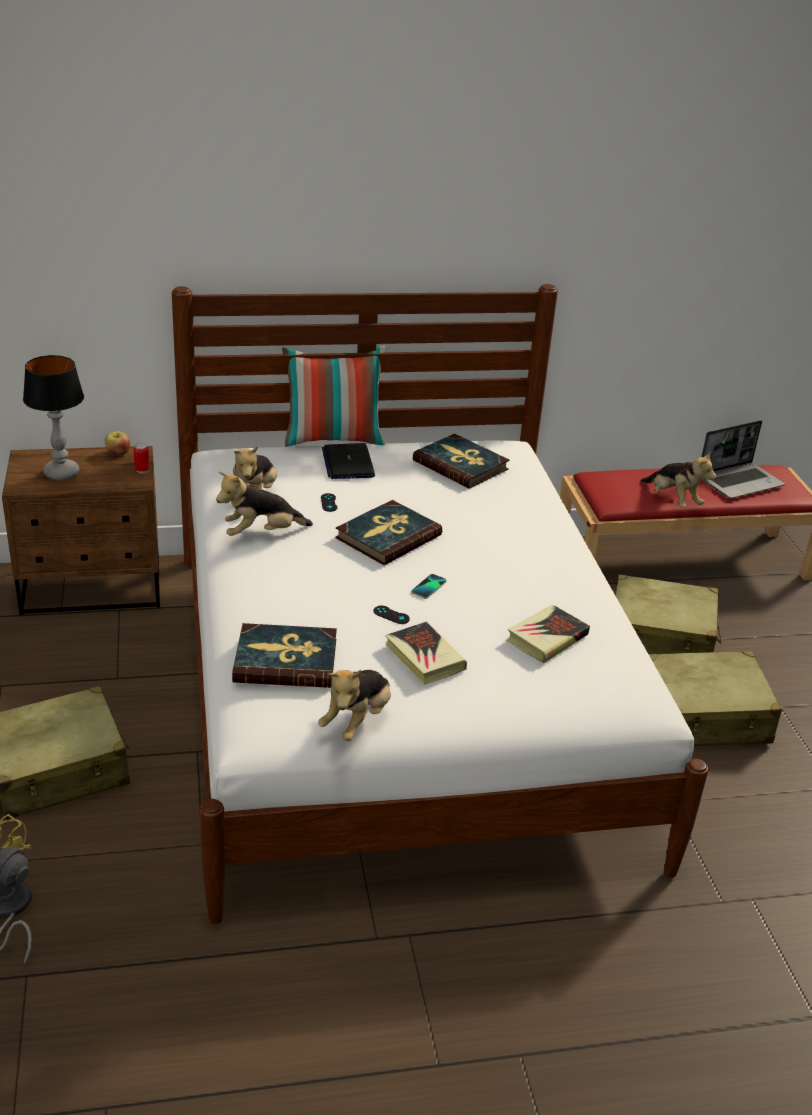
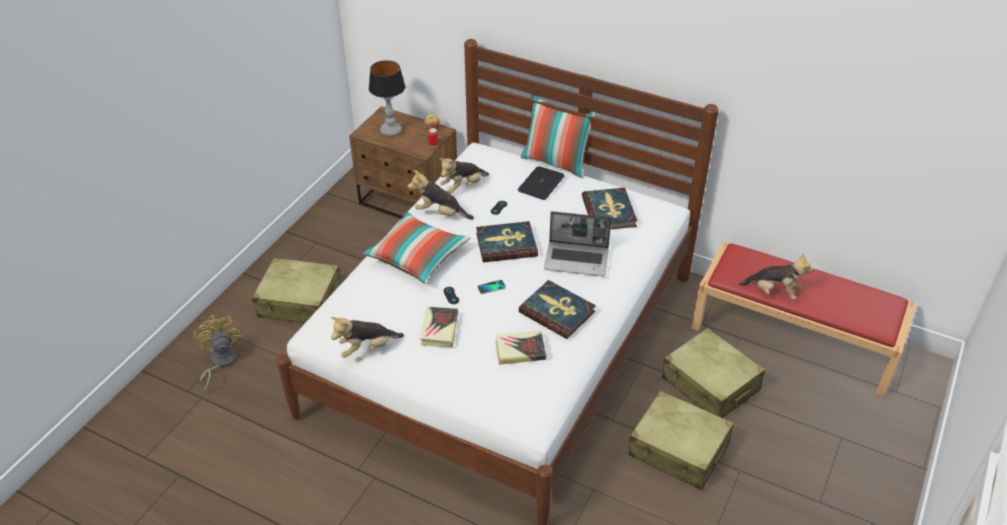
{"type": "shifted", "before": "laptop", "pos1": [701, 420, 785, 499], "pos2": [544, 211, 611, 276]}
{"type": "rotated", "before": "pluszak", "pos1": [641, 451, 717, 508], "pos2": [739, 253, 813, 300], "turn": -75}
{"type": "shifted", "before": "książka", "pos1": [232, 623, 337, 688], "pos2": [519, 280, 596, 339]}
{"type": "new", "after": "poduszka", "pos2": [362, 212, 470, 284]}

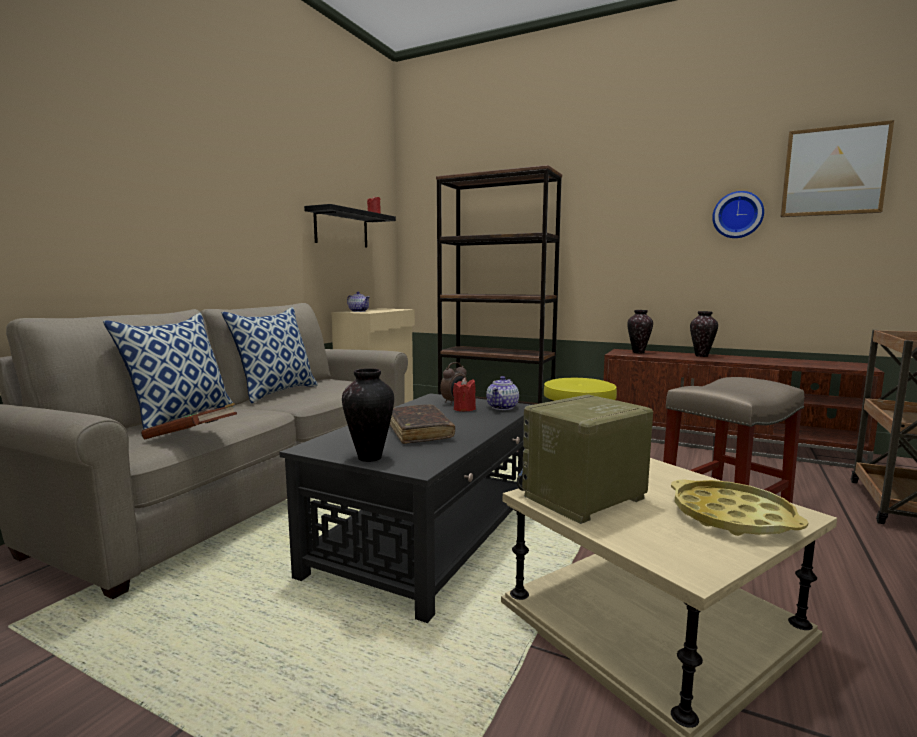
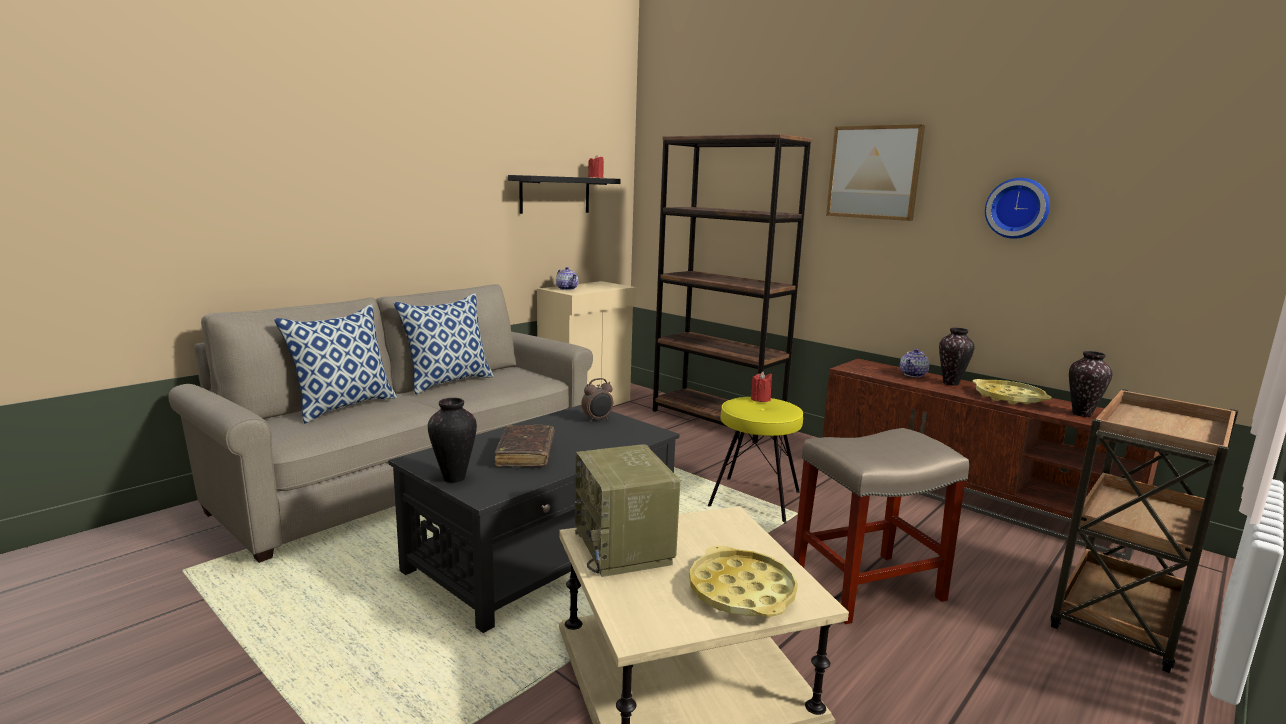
{"type": "shifted", "before": "obraz", "pos1": [781, 120, 894, 217], "pos2": [826, 124, 925, 221]}
{"type": "shifted", "before": "wazon", "pos1": [627, 310, 653, 353], "pos2": [1069, 351, 1113, 417]}
{"type": "shifted", "before": "imbryk", "pos1": [486, 376, 519, 410], "pos2": [900, 349, 929, 377]}
{"type": "shifted", "before": "świeca [czerwony]", "pos1": [453, 378, 476, 412], "pos2": [751, 371, 772, 402]}
{"type": "rotated", "before": "radio", "pos1": [517, 395, 653, 524], "pos2": [575, 444, 680, 577], "turn": -90}
{"type": "gone", "before": "książka [brązowy]", "pos1": [141, 403, 237, 439]}
{"type": "new", "after": "taca [żółty]", "pos2": [972, 379, 1052, 405]}

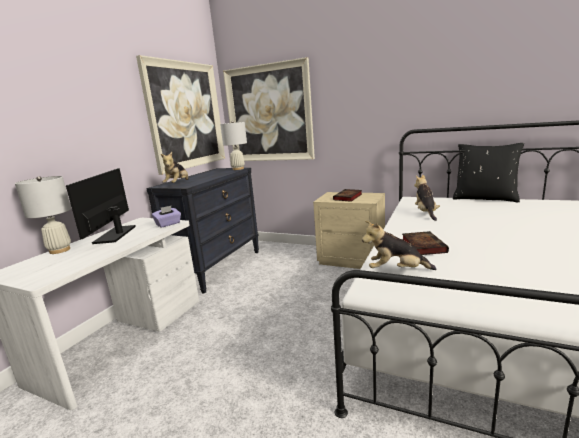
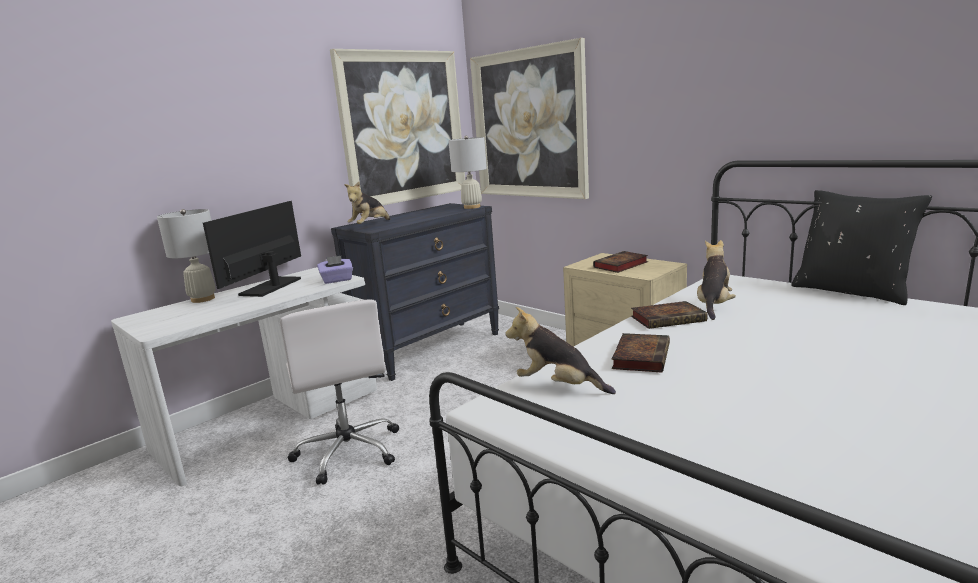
{"type": "new", "after": "krzesło biurowe [biały]", "pos2": [280, 299, 399, 485]}
{"type": "new", "after": "książka", "pos2": [631, 301, 708, 329]}

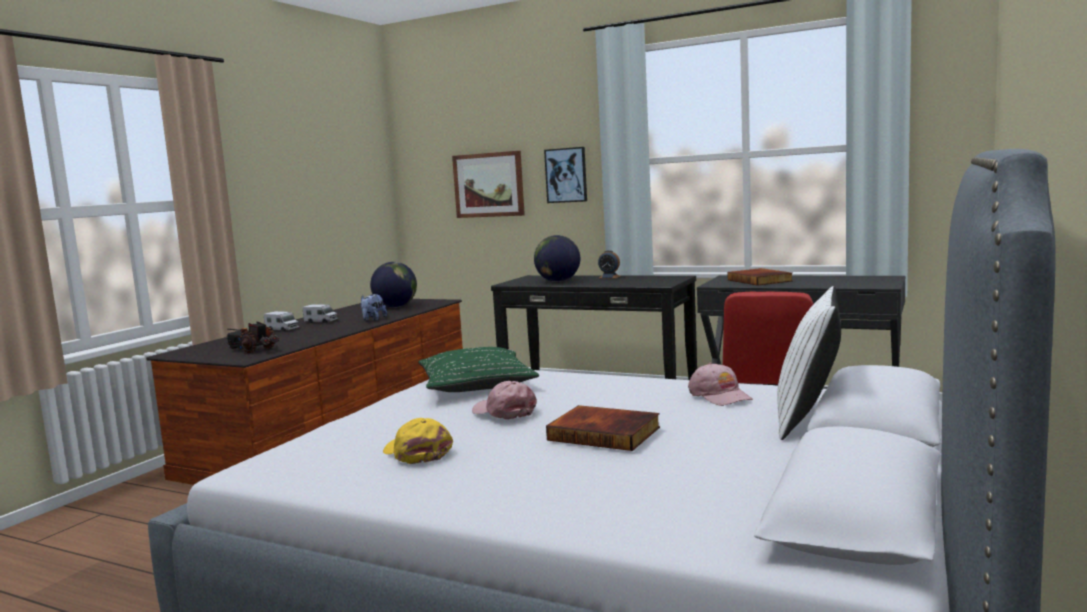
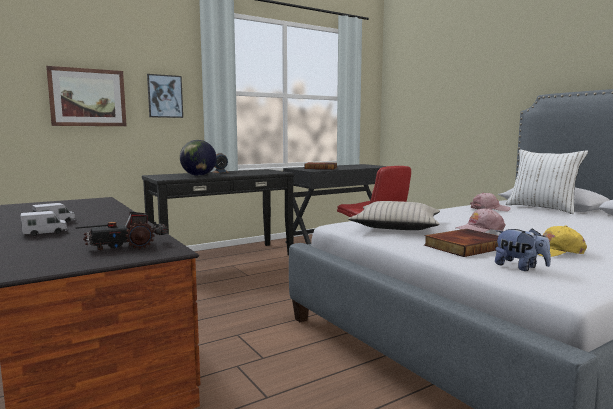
{"type": "gone", "before": "globus", "pos1": [370, 262, 417, 308]}
{"type": "shifted", "before": "pluszak", "pos1": [361, 294, 387, 321], "pos2": [495, 228, 551, 271]}
{"type": "repainted", "before": "poduszka [zielony]", "after": "poduszka [beżowy]", "pos1": [418, 347, 539, 392], "pos2": [348, 201, 440, 230]}
{"type": "shifted", "before": "książka", "pos1": [546, 405, 660, 451], "pos2": [424, 229, 499, 257]}

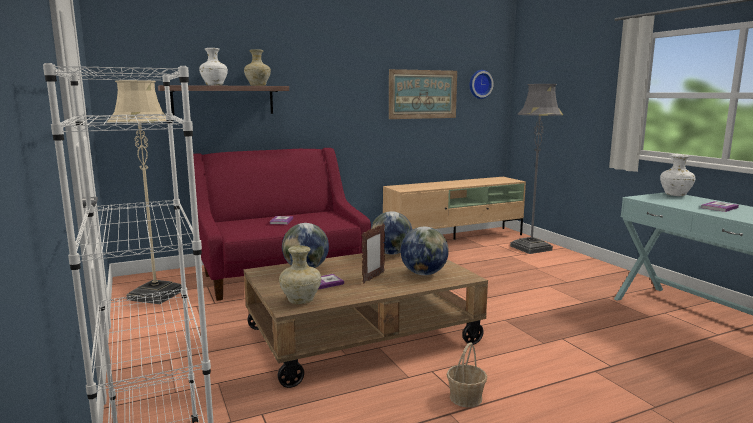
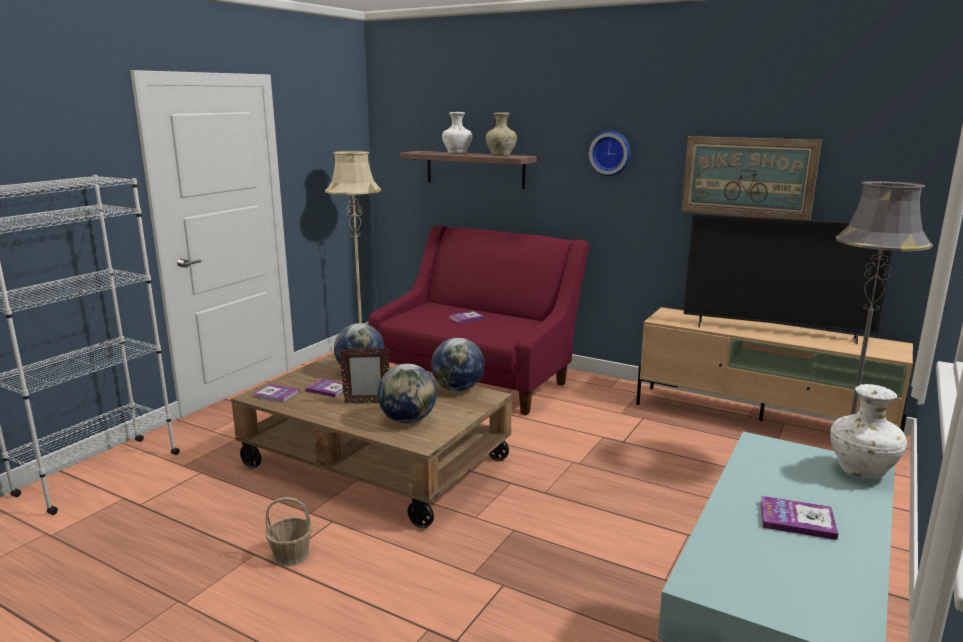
{"type": "shifted", "before": "zegar ścienny", "pos1": [470, 70, 494, 99], "pos2": [588, 131, 630, 176]}
{"type": "swapped", "before": "wazon [beżowy]", "after": "książka", "pos1": [279, 246, 321, 304], "pos2": [253, 384, 300, 403]}
{"type": "new", "after": "telewizor", "pos2": [684, 214, 892, 344]}

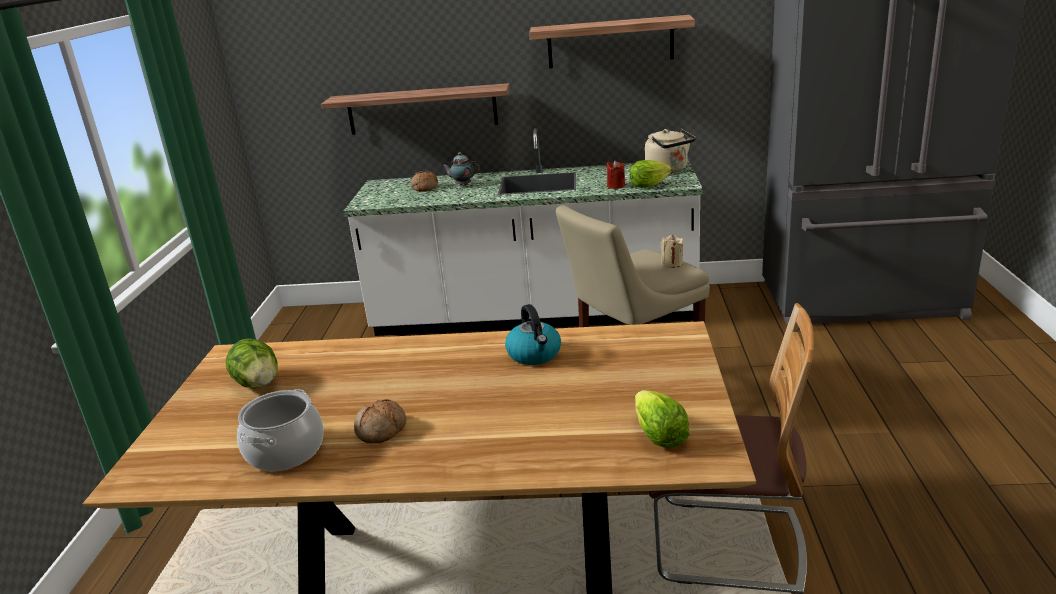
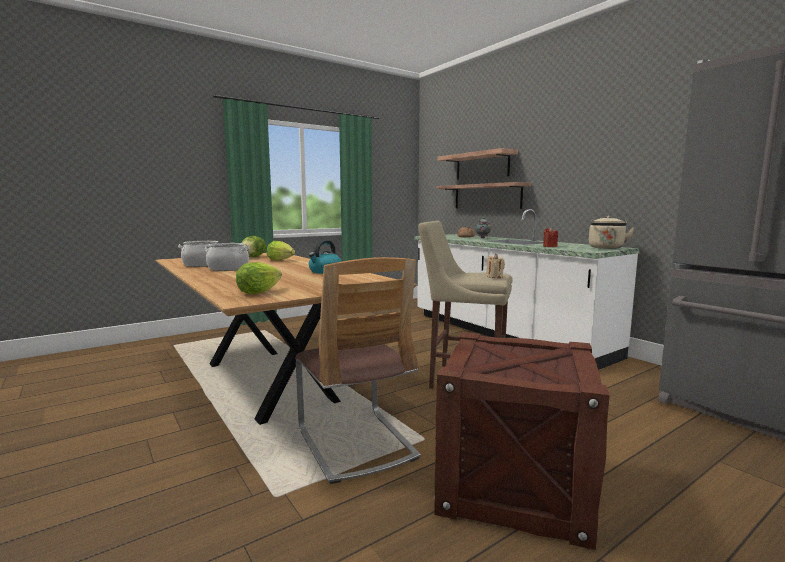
{"type": "shifted", "before": "półka", "pos1": [529, 15, 695, 69], "pos2": [438, 148, 518, 180]}
{"type": "shifted", "before": "sałata", "pos1": [630, 160, 672, 188], "pos2": [267, 241, 295, 260]}
{"type": "swapped", "before": "chleb", "after": "garnek", "pos1": [354, 399, 407, 444], "pos2": [205, 243, 250, 271]}
{"type": "new", "after": "skrzynka", "pos2": [434, 332, 610, 550]}

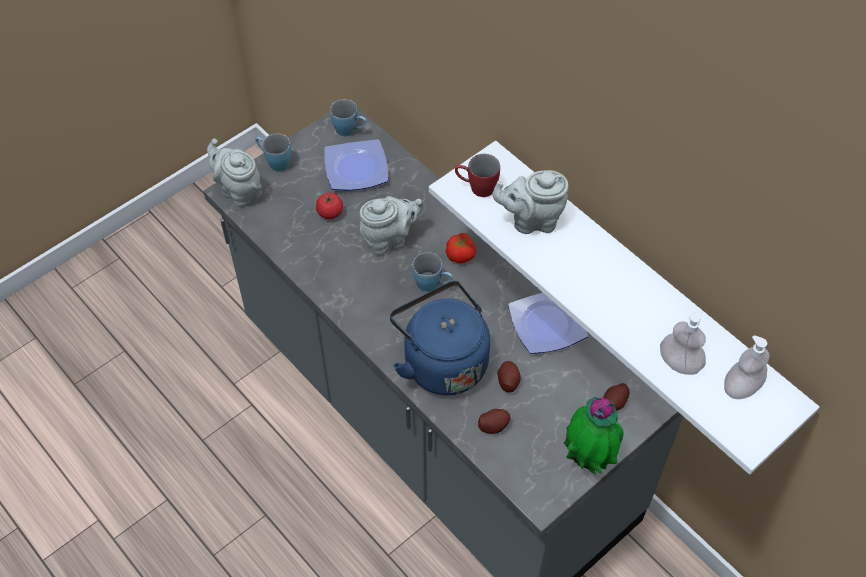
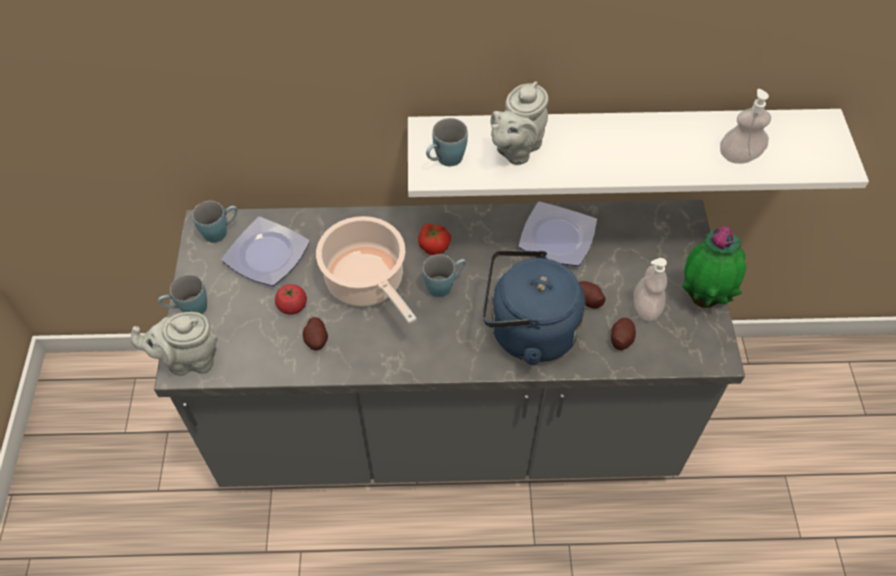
{"type": "repainted", "before": "kubek [czerwony]", "after": "kubek [niebieski]", "pos1": [455, 154, 500, 197], "pos2": [426, 118, 468, 166]}
{"type": "swapped", "before": "imbryk [szary]", "after": "garnek", "pos1": [359, 196, 424, 255], "pos2": [316, 216, 417, 324]}
{"type": "shifted", "before": "dozownik mydła", "pos1": [724, 335, 770, 399], "pos2": [634, 258, 667, 321]}
{"type": "shifted", "before": "ziemniak", "pos1": [603, 383, 630, 411], "pos2": [303, 317, 328, 350]}

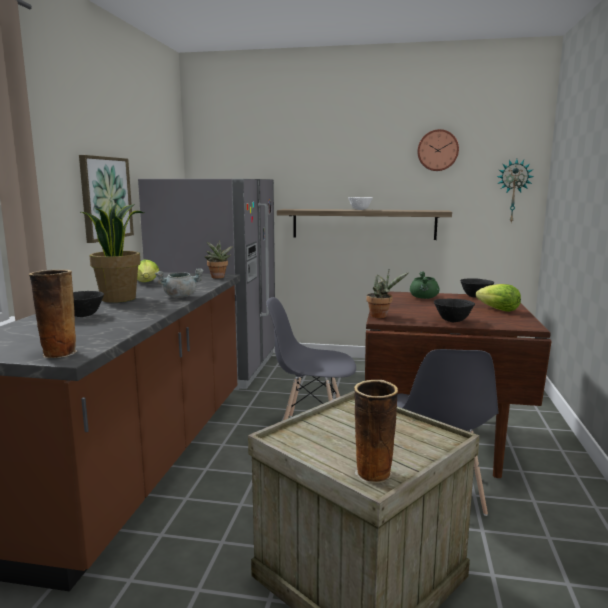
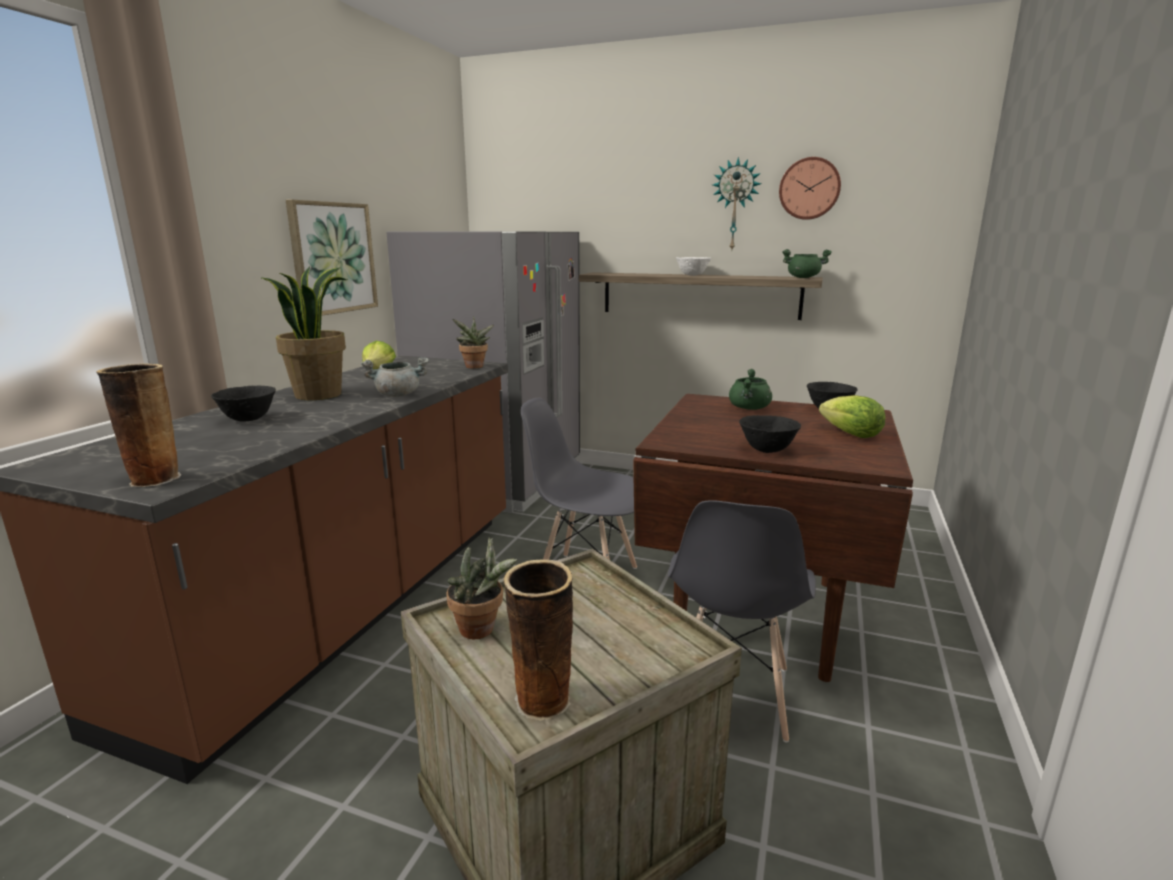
{"type": "shifted", "before": "zegar ścienny", "pos1": [497, 159, 534, 222], "pos2": [713, 157, 762, 249]}
{"type": "shifted", "before": "roślina doniczkowa", "pos1": [366, 270, 409, 318], "pos2": [446, 538, 517, 639]}
{"type": "new", "after": "garnek [zielony]", "pos2": [782, 249, 832, 278]}

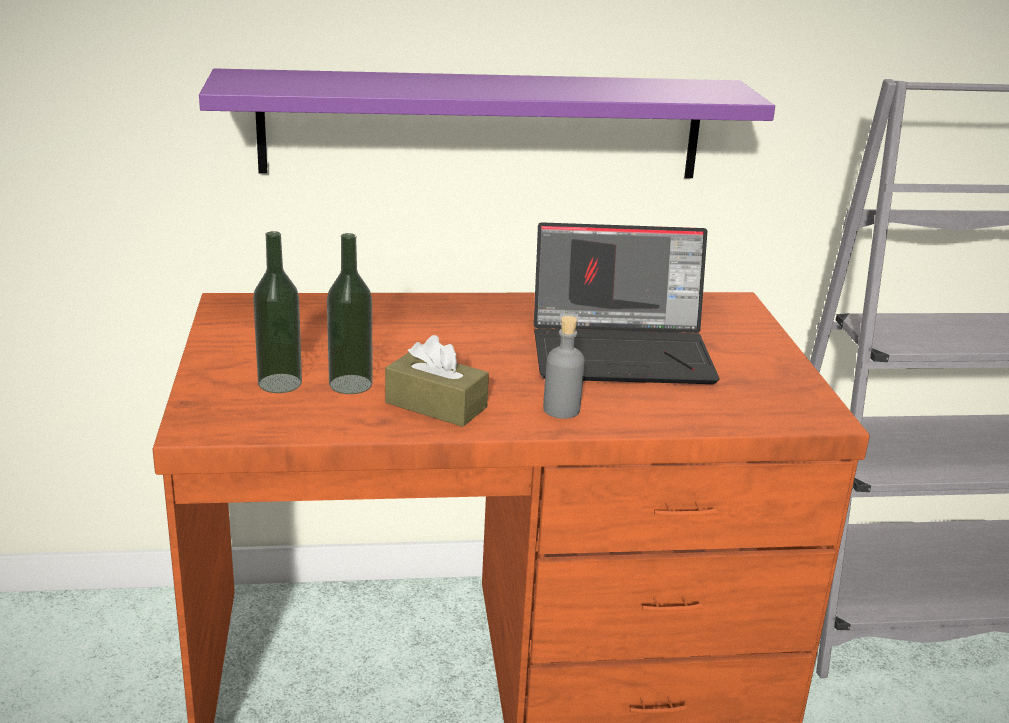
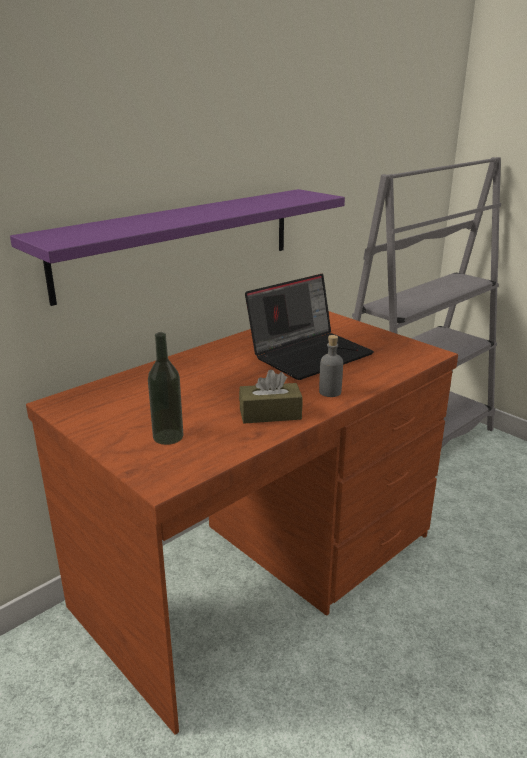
{"type": "gone", "before": "butelka", "pos1": [327, 233, 373, 394]}

